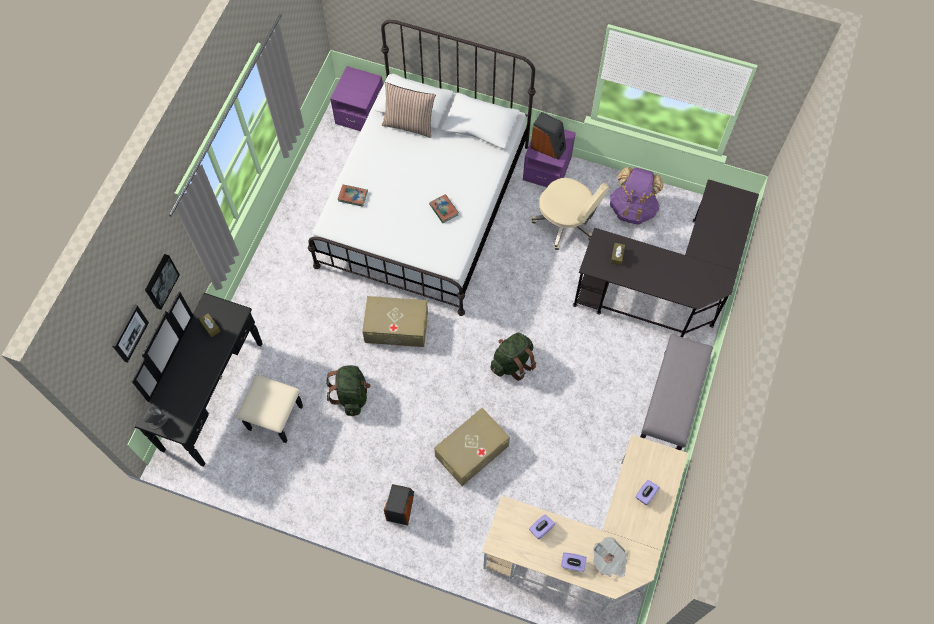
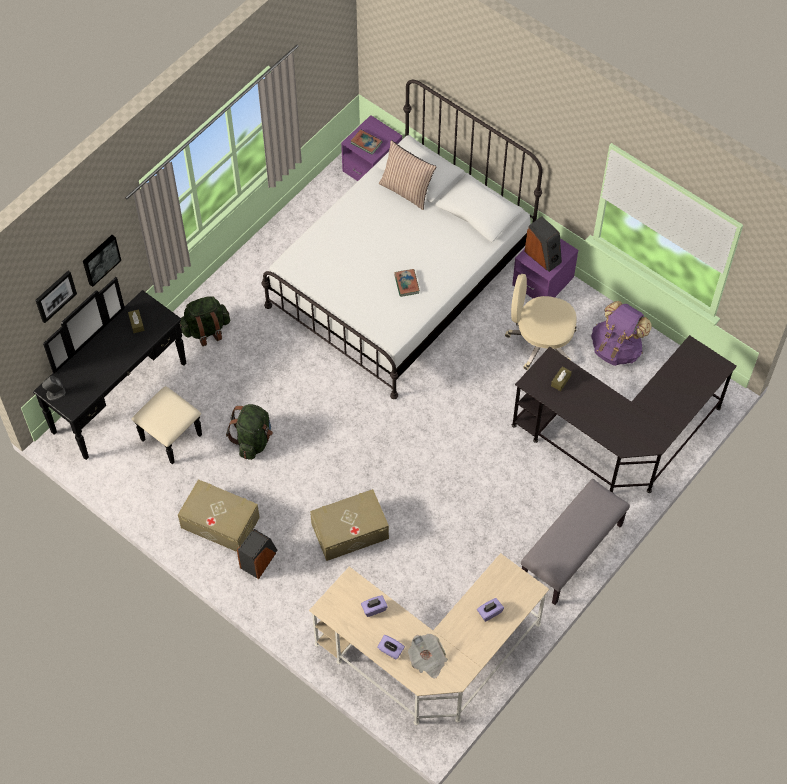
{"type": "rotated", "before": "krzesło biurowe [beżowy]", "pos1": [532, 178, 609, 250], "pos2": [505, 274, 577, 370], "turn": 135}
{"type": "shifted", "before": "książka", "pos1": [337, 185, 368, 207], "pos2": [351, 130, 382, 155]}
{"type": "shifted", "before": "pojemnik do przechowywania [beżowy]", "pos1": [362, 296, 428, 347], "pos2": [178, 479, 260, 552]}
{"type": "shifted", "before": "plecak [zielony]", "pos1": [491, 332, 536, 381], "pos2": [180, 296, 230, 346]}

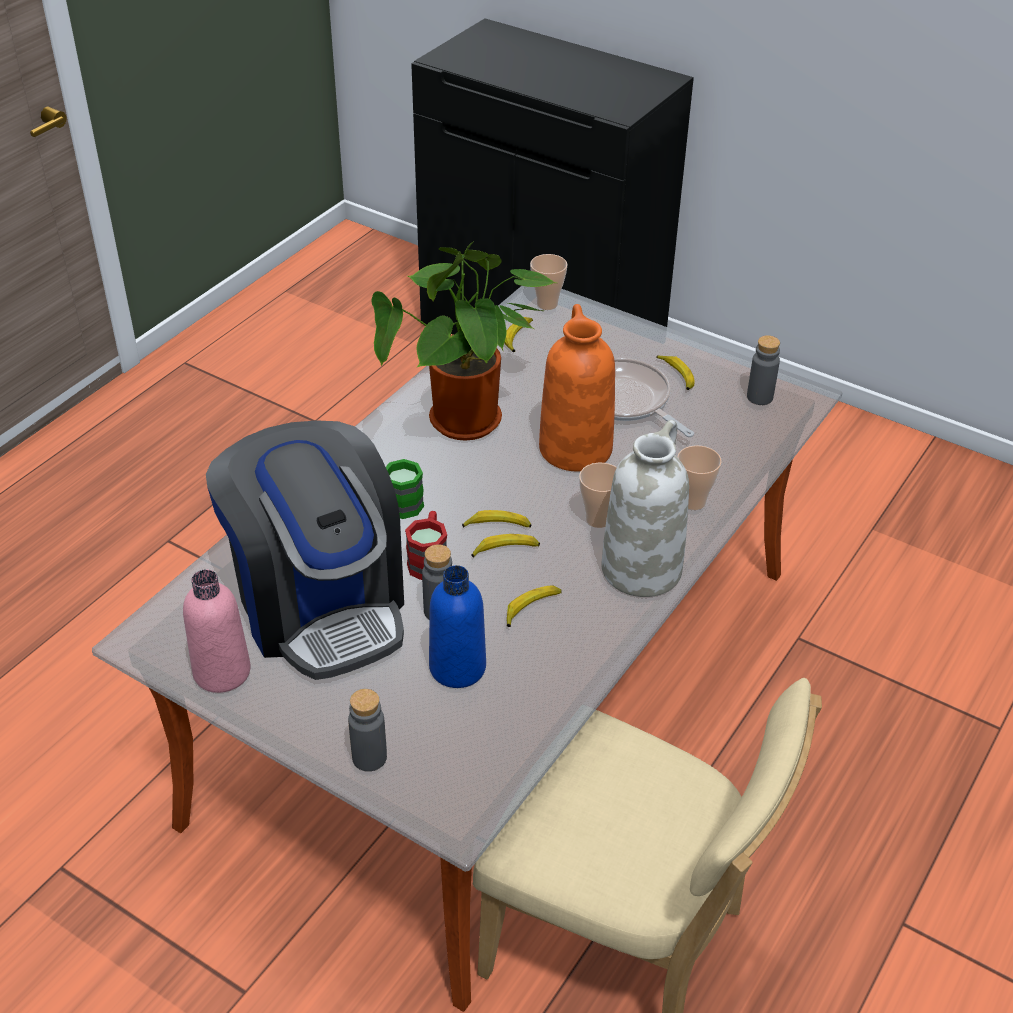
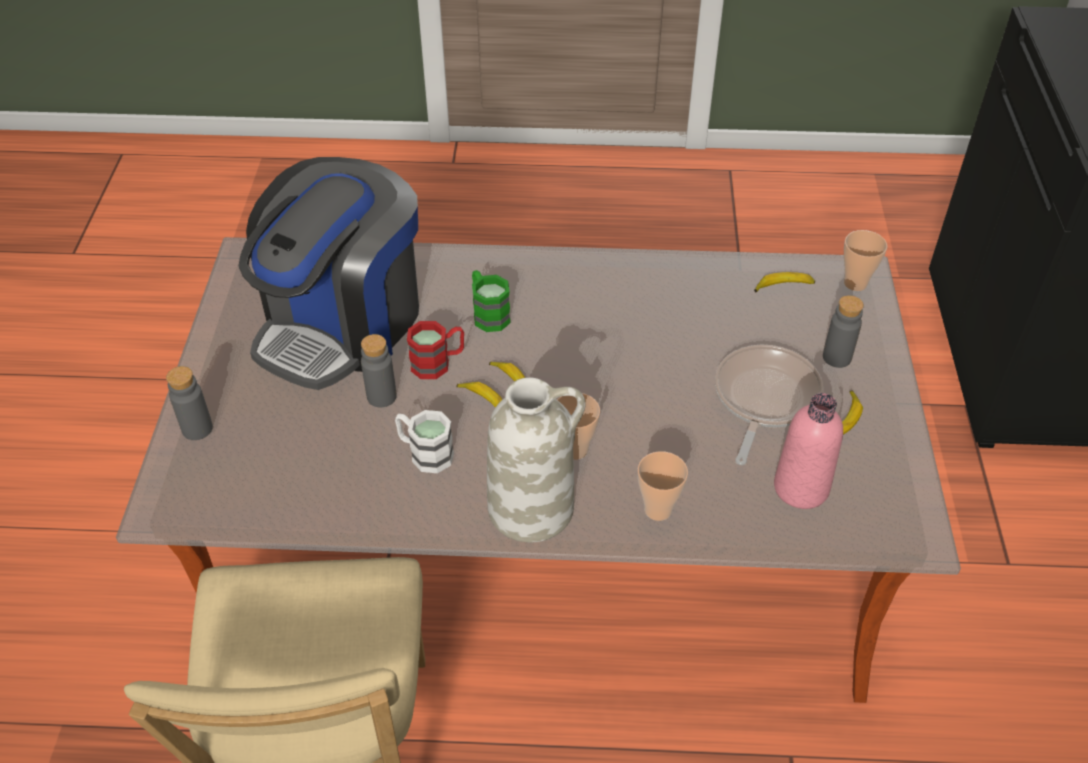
{"type": "gone", "before": "roślina doniczkowa", "pos1": [372, 241, 556, 441]}
{"type": "gone", "before": "wazon [pomarańczowy]", "pos1": [539, 304, 615, 471]}
{"type": "shifted", "before": "butelka [szary]", "pos1": [747, 335, 780, 405], "pos2": [823, 295, 864, 368]}
{"type": "gone", "before": "butelka [niebieski]", "pos1": [429, 565, 486, 688]}
{"type": "shifted", "before": "butelka [różowy]", "pos1": [183, 569, 251, 693], "pos2": [774, 393, 843, 509]}
{"type": "swapped", "before": "banan", "after": "kubek [biały]", "pos1": [507, 585, 562, 627], "pos2": [395, 410, 454, 473]}

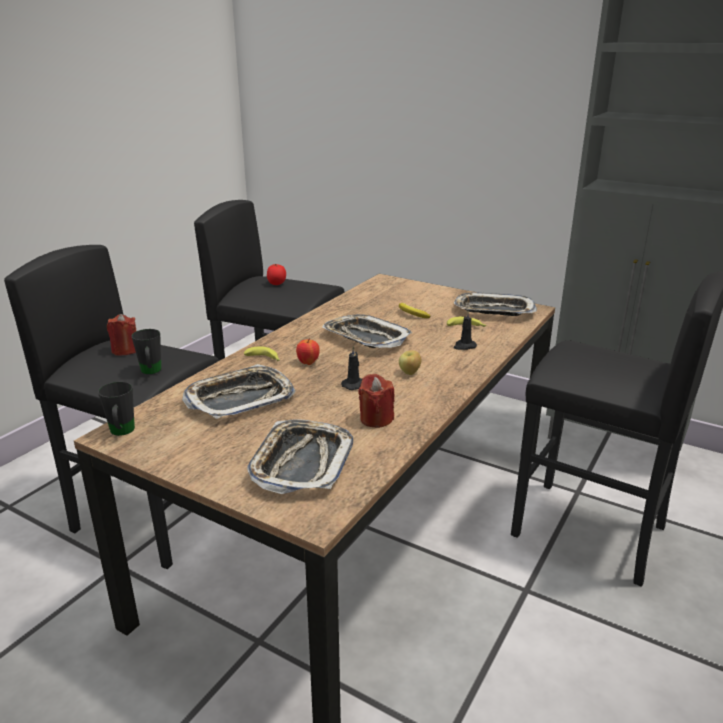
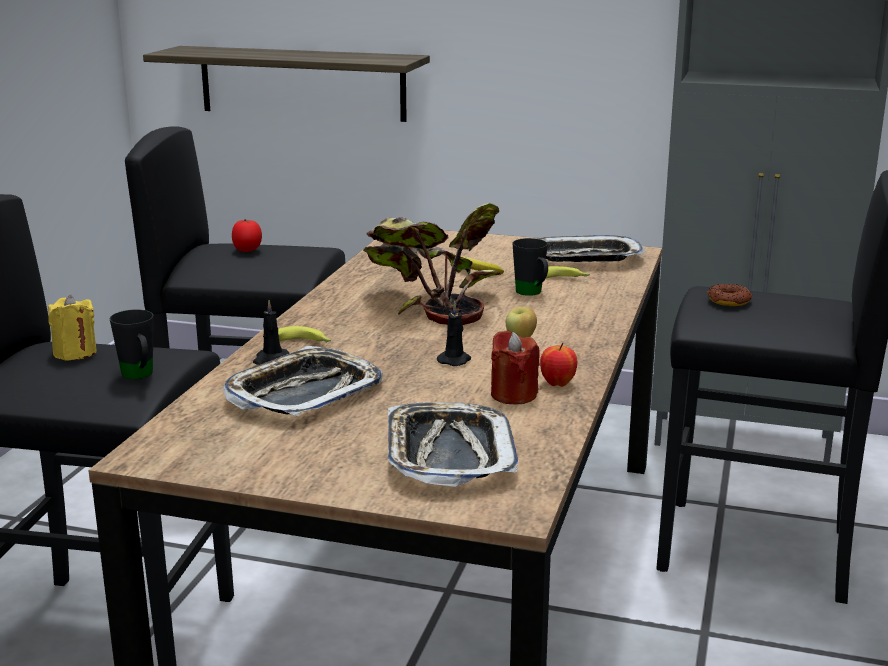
{"type": "shifted", "before": "świeca [czarny]", "pos1": [454, 311, 477, 350], "pos2": [253, 300, 290, 365]}
{"type": "repainted", "before": "świeca [czerwony]", "after": "świeca [żółty]", "pos1": [107, 314, 136, 355], "pos2": [48, 294, 97, 361]}
{"type": "swapped", "before": "taca", "after": "roślina doniczkowa", "pos1": [322, 314, 412, 348], "pos2": [363, 202, 501, 325]}
{"type": "shifted", "before": "jabłko", "pos1": [296, 338, 320, 365], "pos2": [540, 343, 577, 387]}
{"type": "shifted", "before": "kubek [czarny]", "pos1": [98, 382, 135, 436], "pos2": [512, 238, 548, 296]}
{"type": "new", "after": "półka", "pos2": [143, 46, 430, 122]}
{"type": "new", "after": "donut", "pos2": [708, 284, 753, 306]}

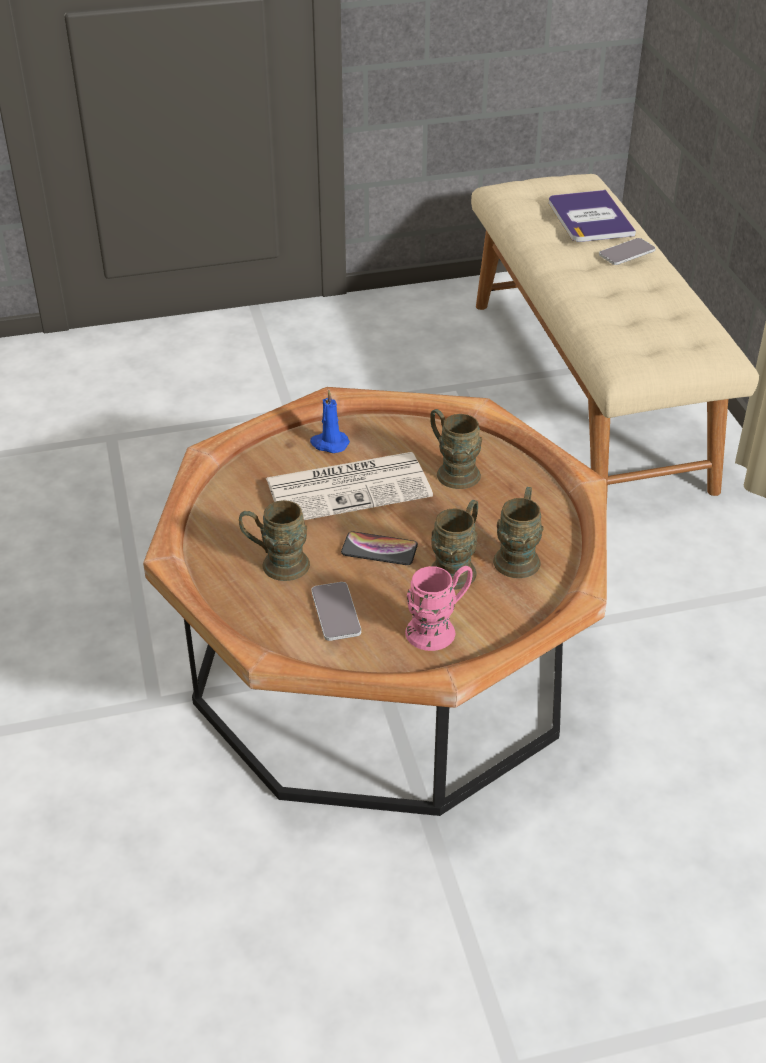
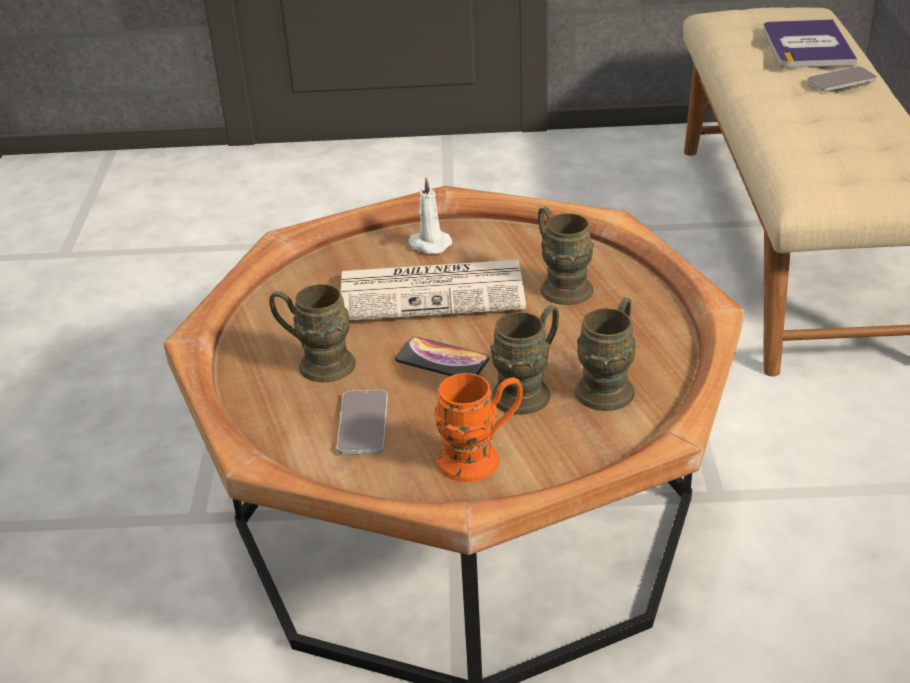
{"type": "repainted", "before": "świeca [niebieski]", "after": "świeca [biały]", "pos1": [310, 390, 350, 453], "pos2": [408, 177, 452, 254]}
{"type": "repainted", "before": "kubek [różowy]", "after": "kubek [pomarańczowy]", "pos1": [405, 566, 473, 651], "pos2": [434, 373, 523, 482]}

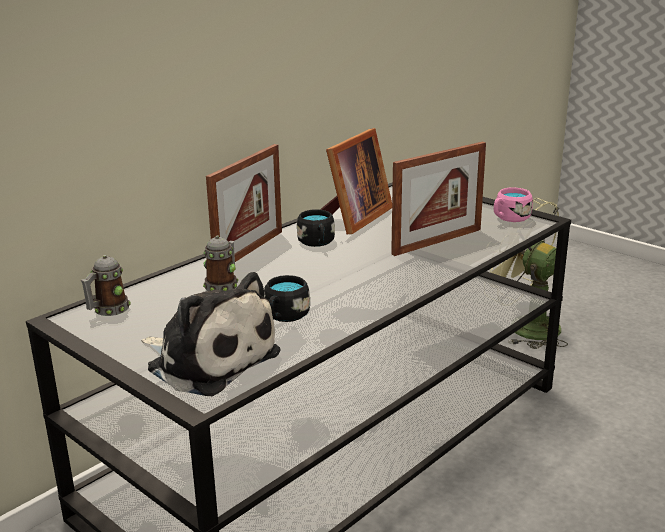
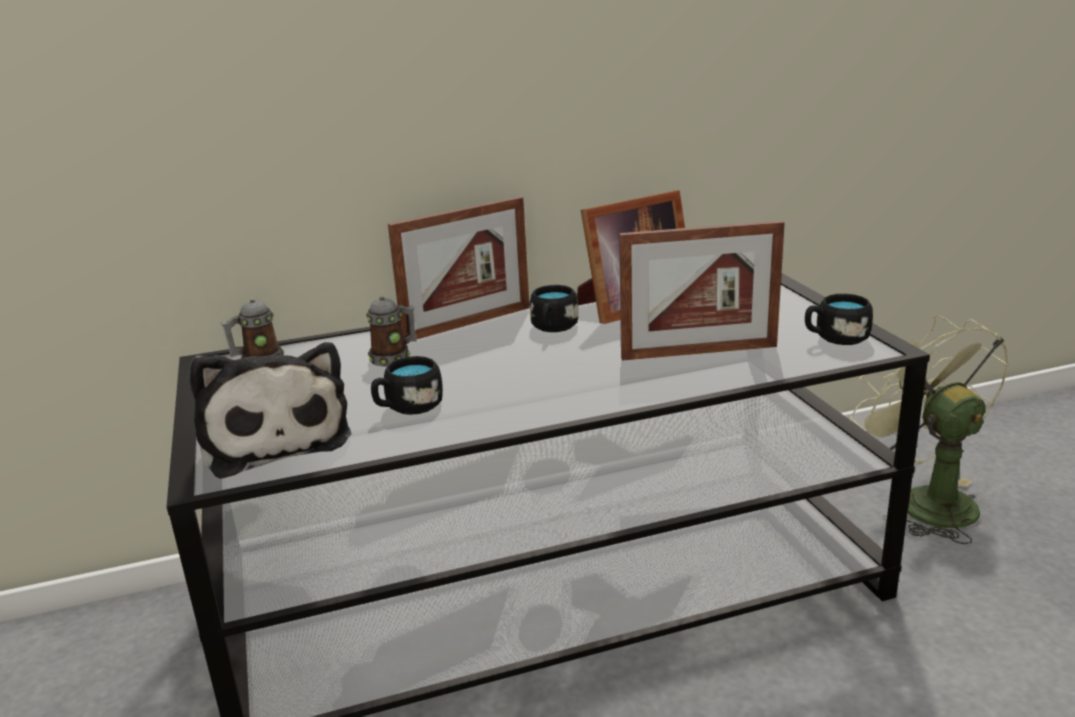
{"type": "repainted", "before": "kubek [różowy]", "after": "kubek [czarny]", "pos1": [494, 187, 533, 222], "pos2": [805, 294, 873, 345]}

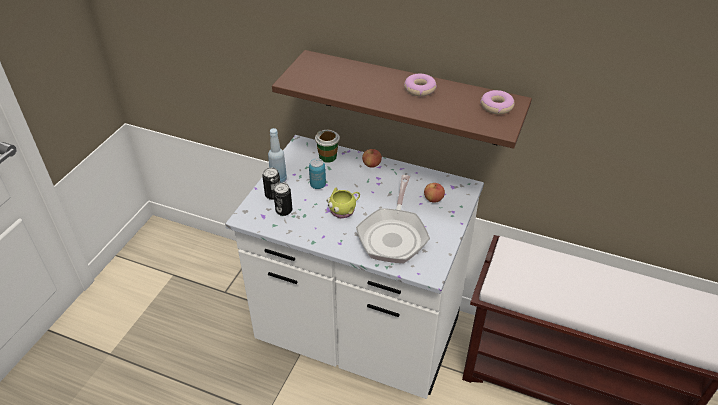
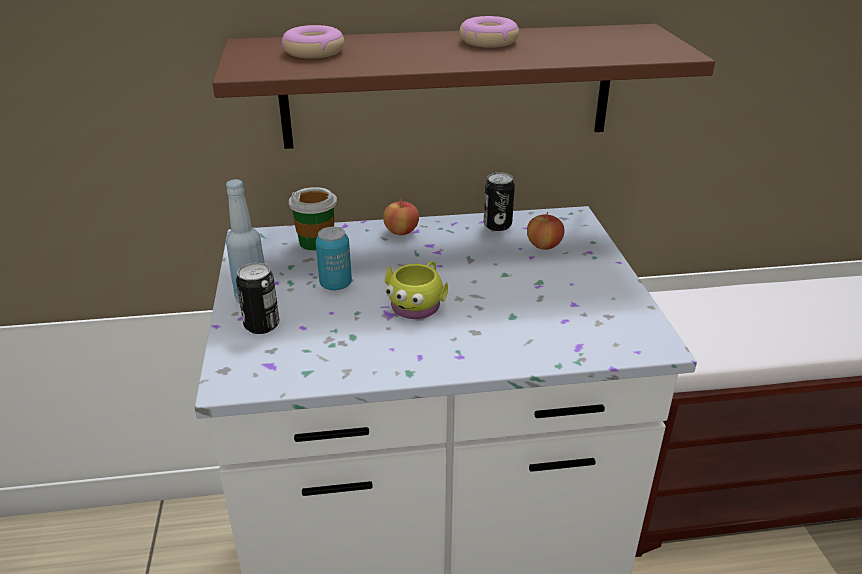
{"type": "shifted", "before": "donut", "pos1": [480, 90, 515, 114], "pos2": [282, 25, 344, 58]}
{"type": "gone", "before": "patelnia", "pos1": [356, 175, 430, 263]}
{"type": "shifted", "before": "puszka", "pos1": [273, 183, 292, 216], "pos2": [484, 172, 515, 231]}

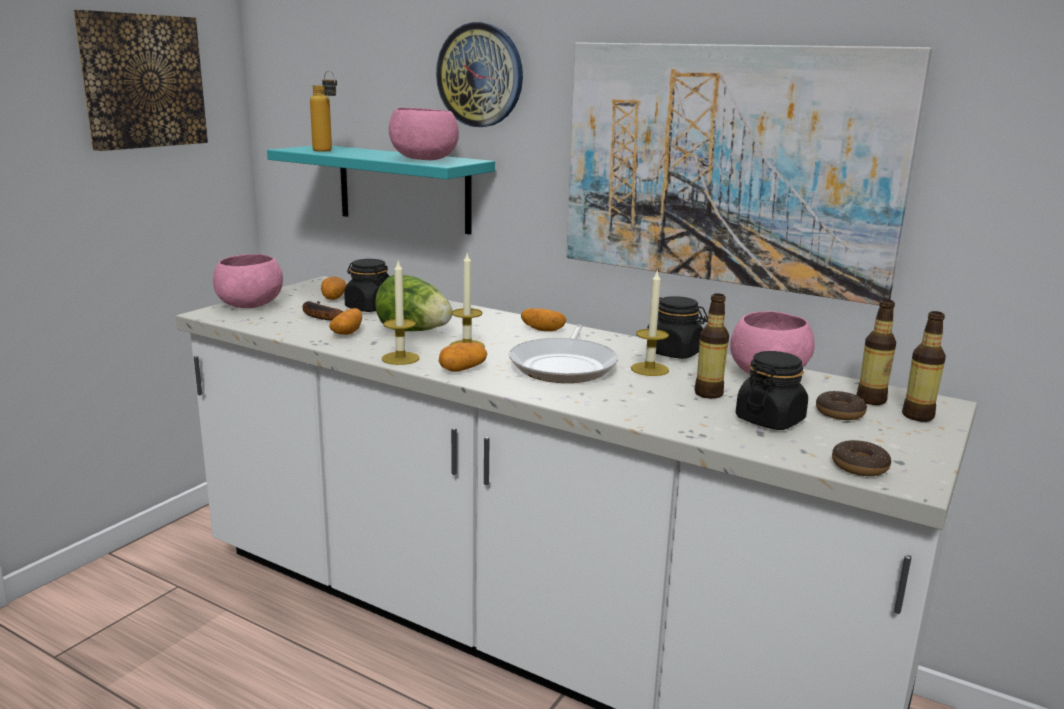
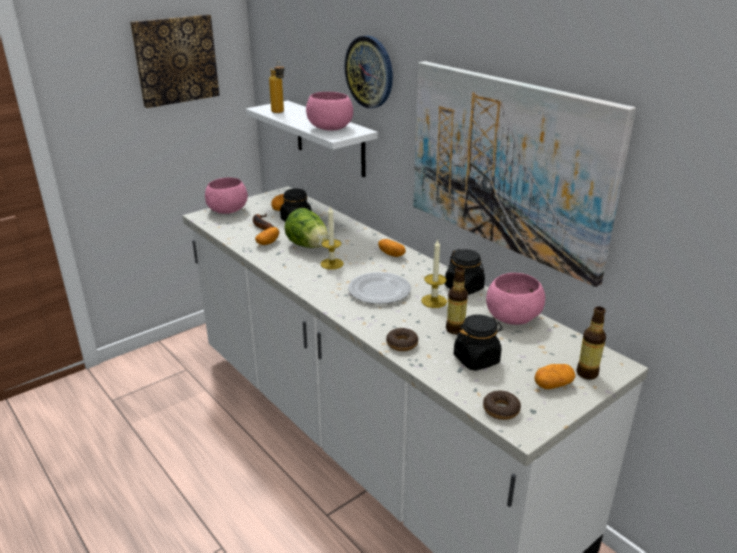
{"type": "repainted", "before": "półka [turkusowy]", "after": "półka [biały]", "pos1": [267, 146, 495, 235], "pos2": [246, 101, 378, 177]}
{"type": "gone", "before": "świeca", "pos1": [382, 261, 419, 365]}
{"type": "gone", "before": "butelka", "pos1": [856, 299, 896, 405]}
{"type": "swapped", "before": "patelnia", "after": "talerz", "pos1": [509, 325, 618, 383], "pos2": [348, 272, 411, 304]}
{"type": "shifted", "before": "ziemniak", "pos1": [439, 343, 487, 372], "pos2": [534, 364, 575, 389]}
{"type": "shifted", "before": "donut", "pos1": [816, 391, 867, 420], "pos2": [386, 328, 418, 351]}

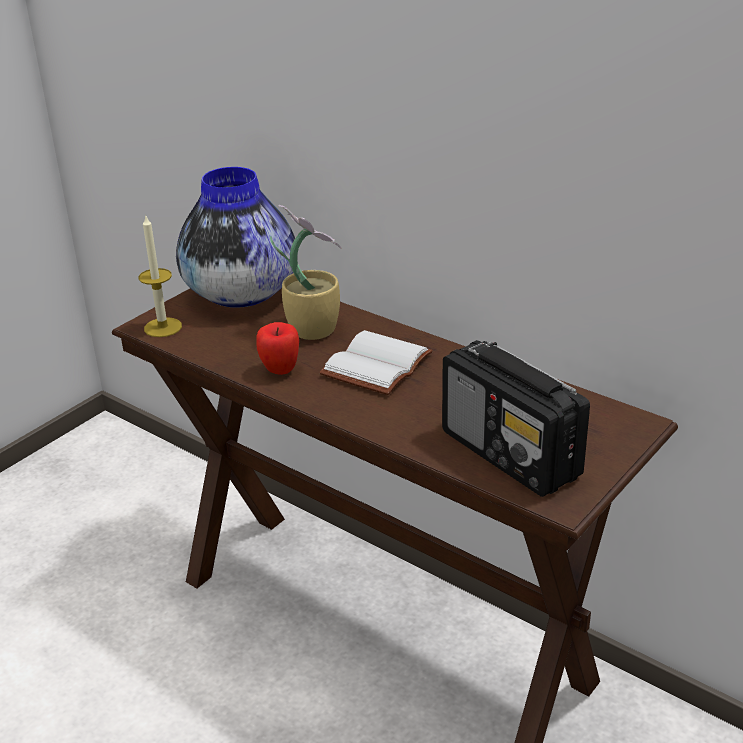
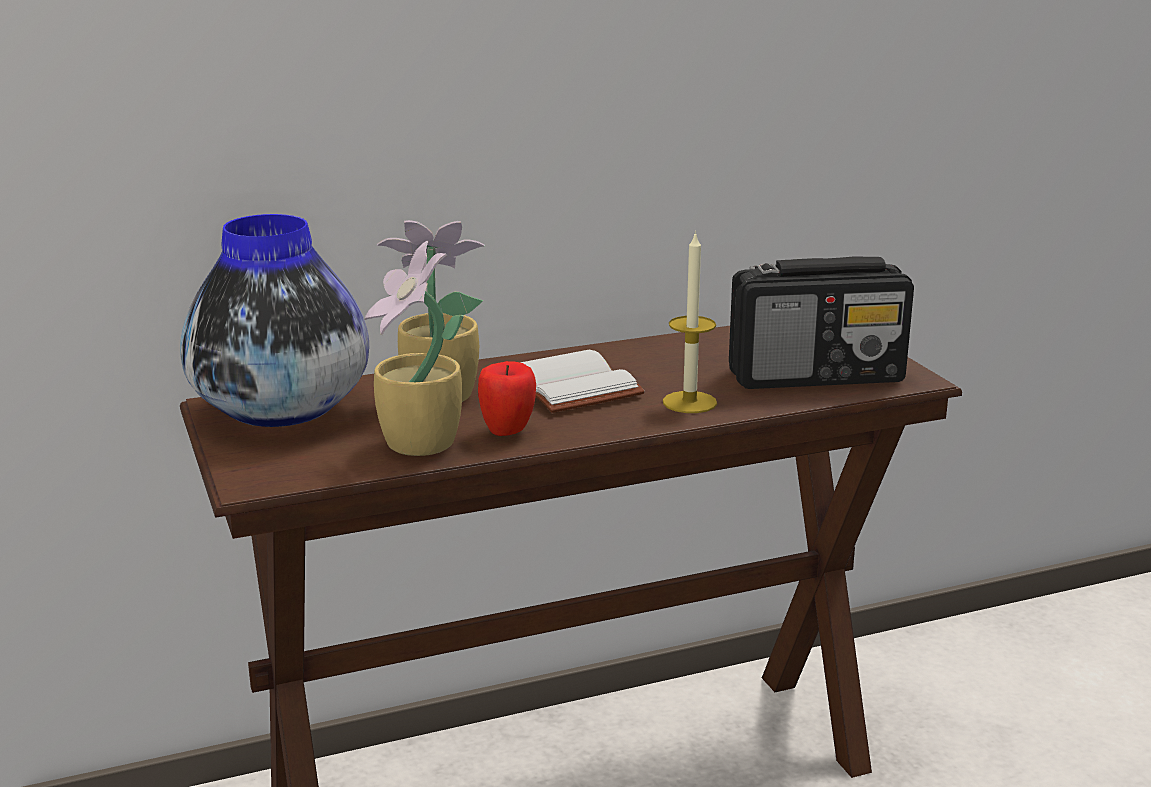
{"type": "shifted", "before": "świeca", "pos1": [139, 214, 182, 337], "pos2": [663, 231, 717, 413]}
{"type": "new", "after": "roślina doniczkowa", "pos2": [364, 241, 464, 456]}

